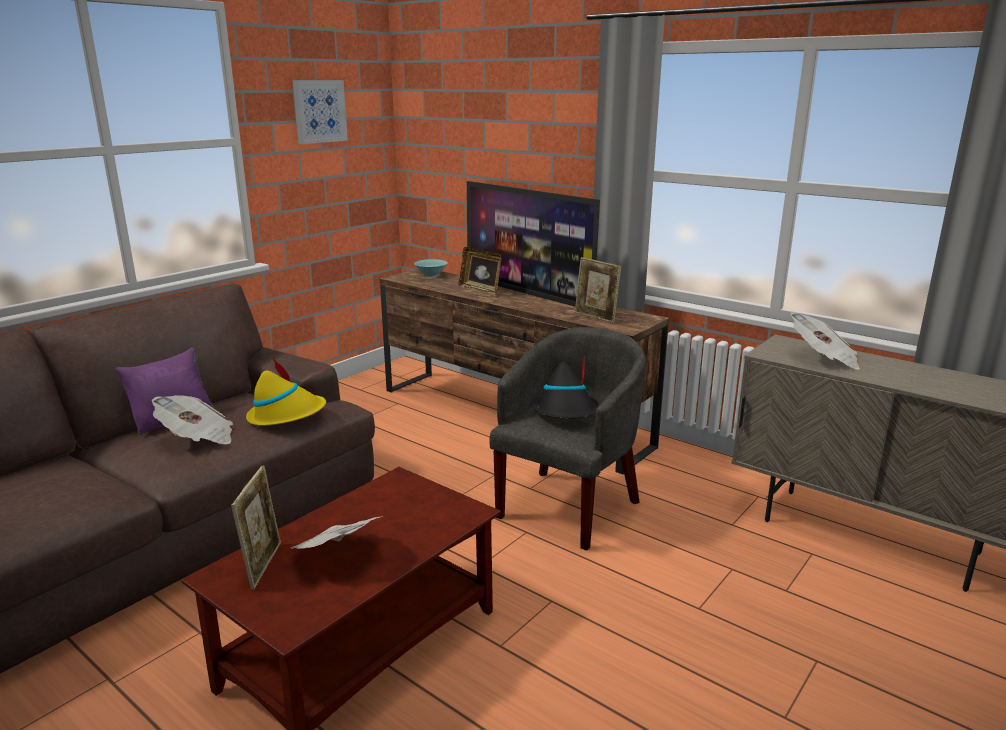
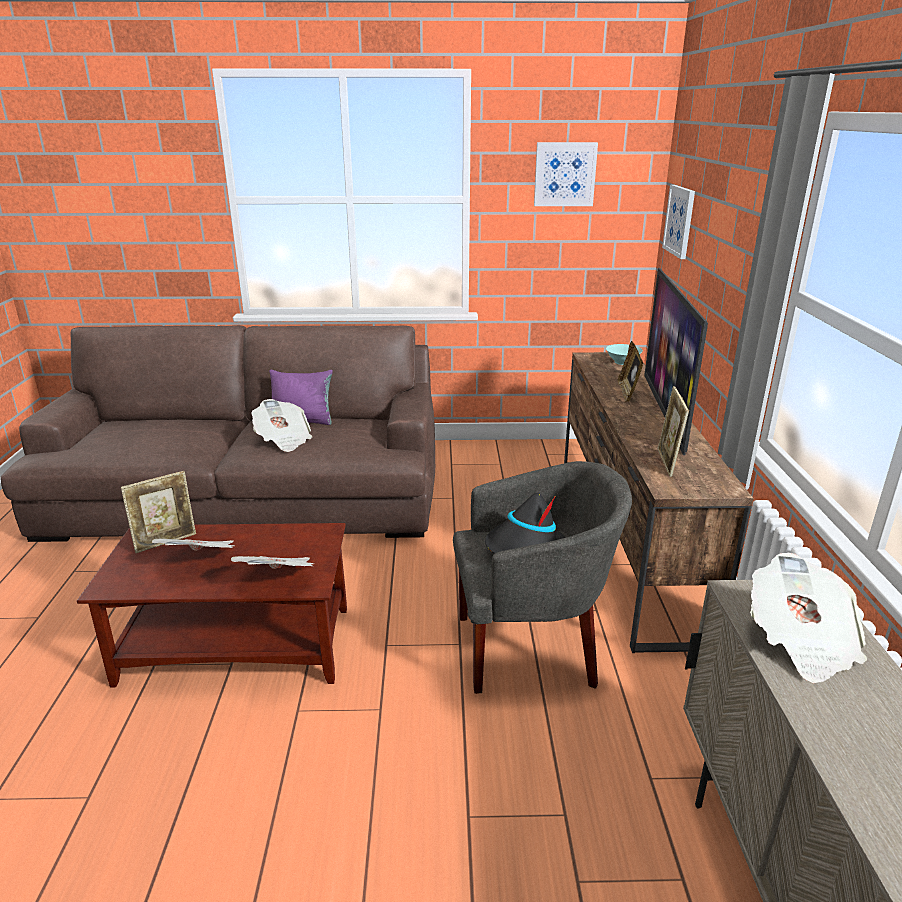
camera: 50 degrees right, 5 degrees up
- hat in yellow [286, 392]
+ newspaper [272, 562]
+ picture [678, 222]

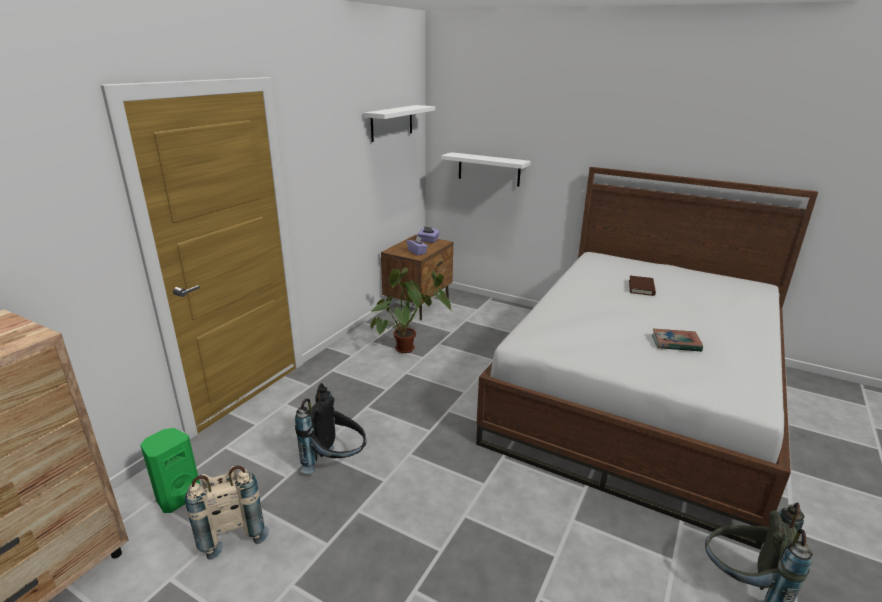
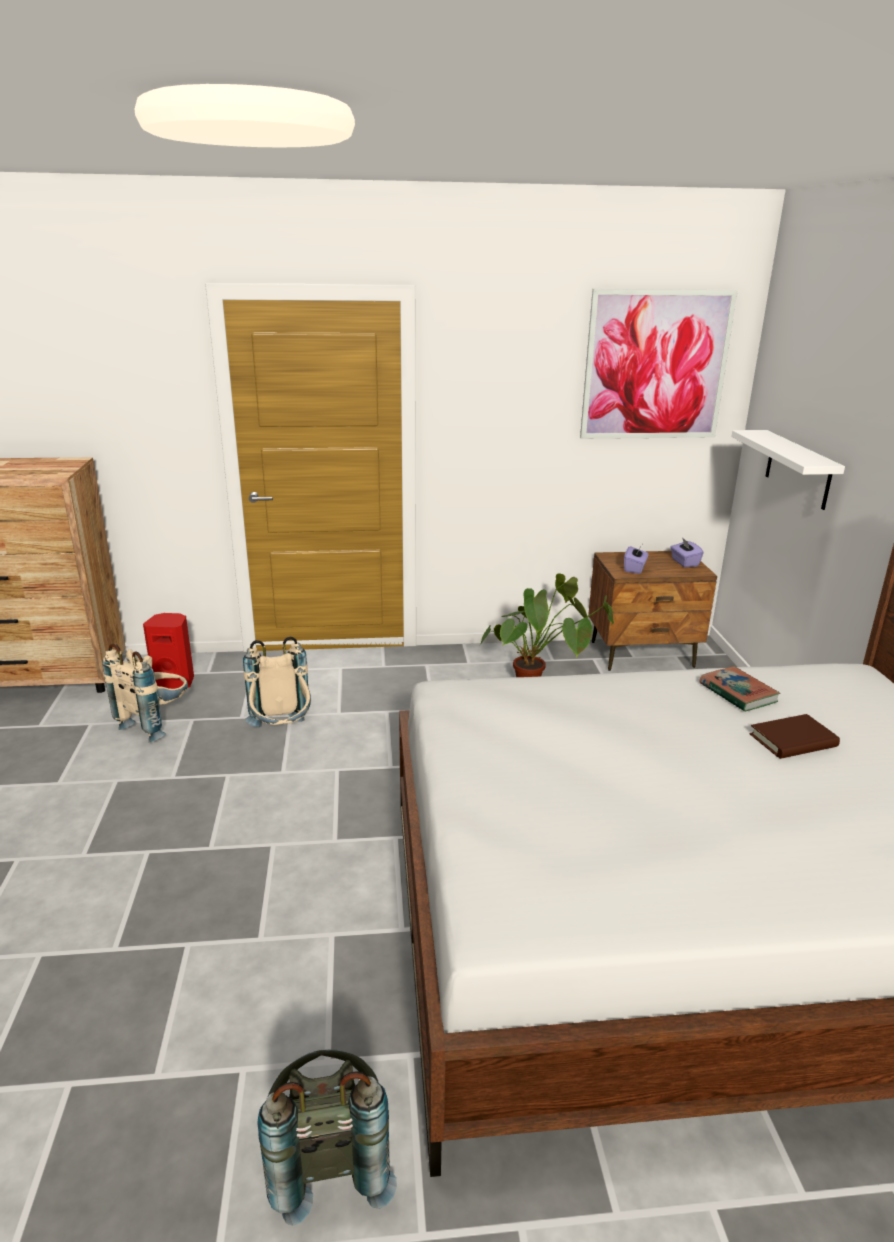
camera: 55 degrees right, 0 degrees up
~ book [677, 340] to [739, 689]
~ shelf in white [399, 123] to picture [659, 364]
~ speaker in green [170, 470] to speaker in red [168, 651]
~ backpack in black [331, 428] to backpack in beige [277, 682]

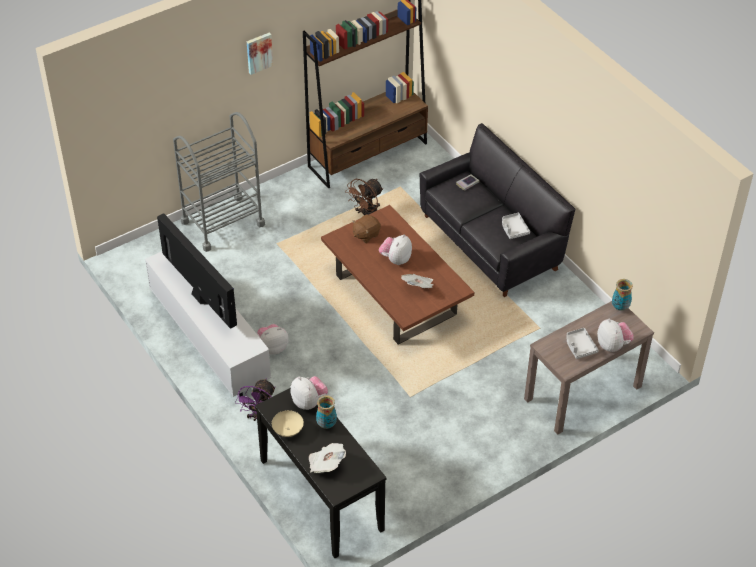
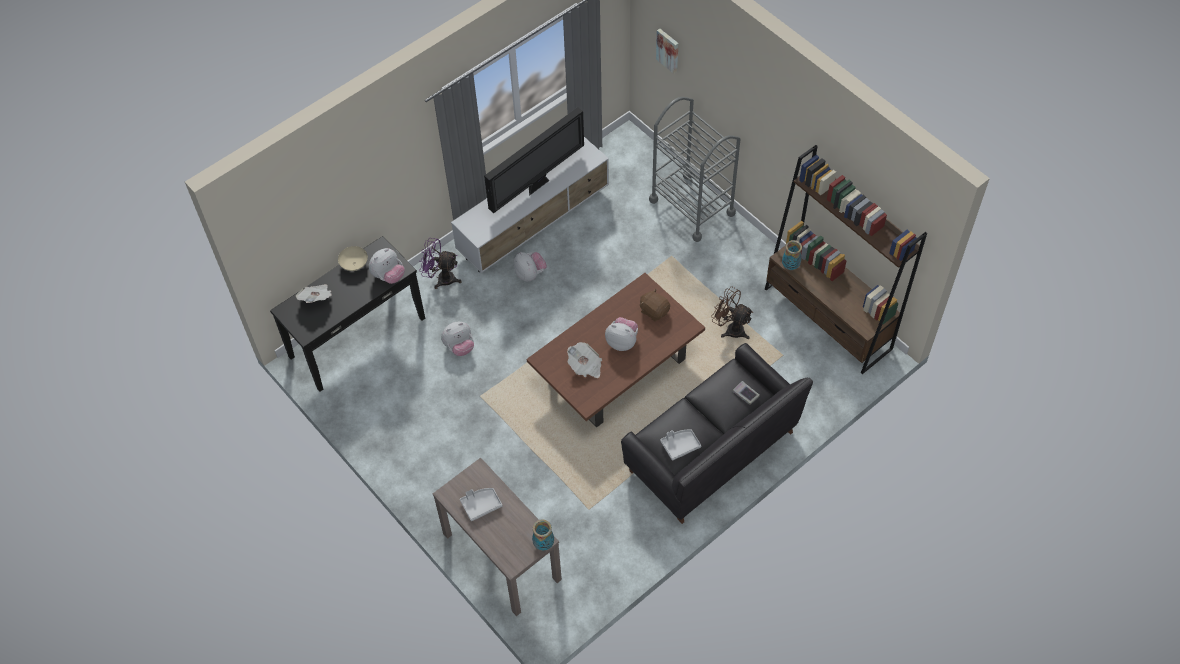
camera: 85 degrees right, 10 degrees up
~ picture [260, 54] to [667, 51]
~ vase [326, 412] to [792, 255]
~ plush toy [615, 335] to [457, 339]

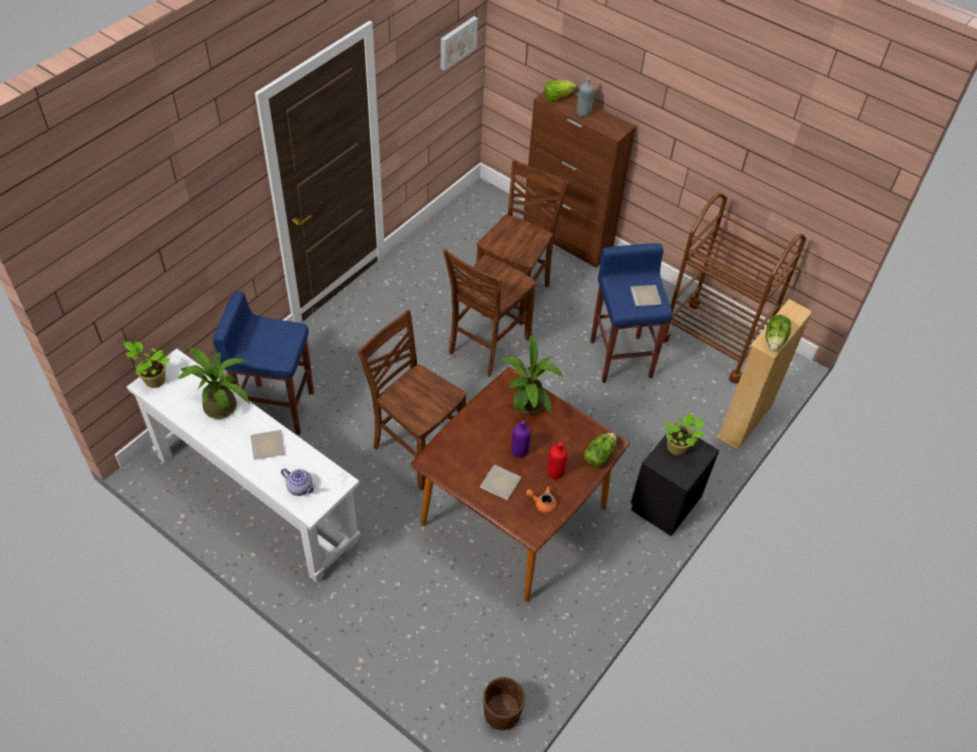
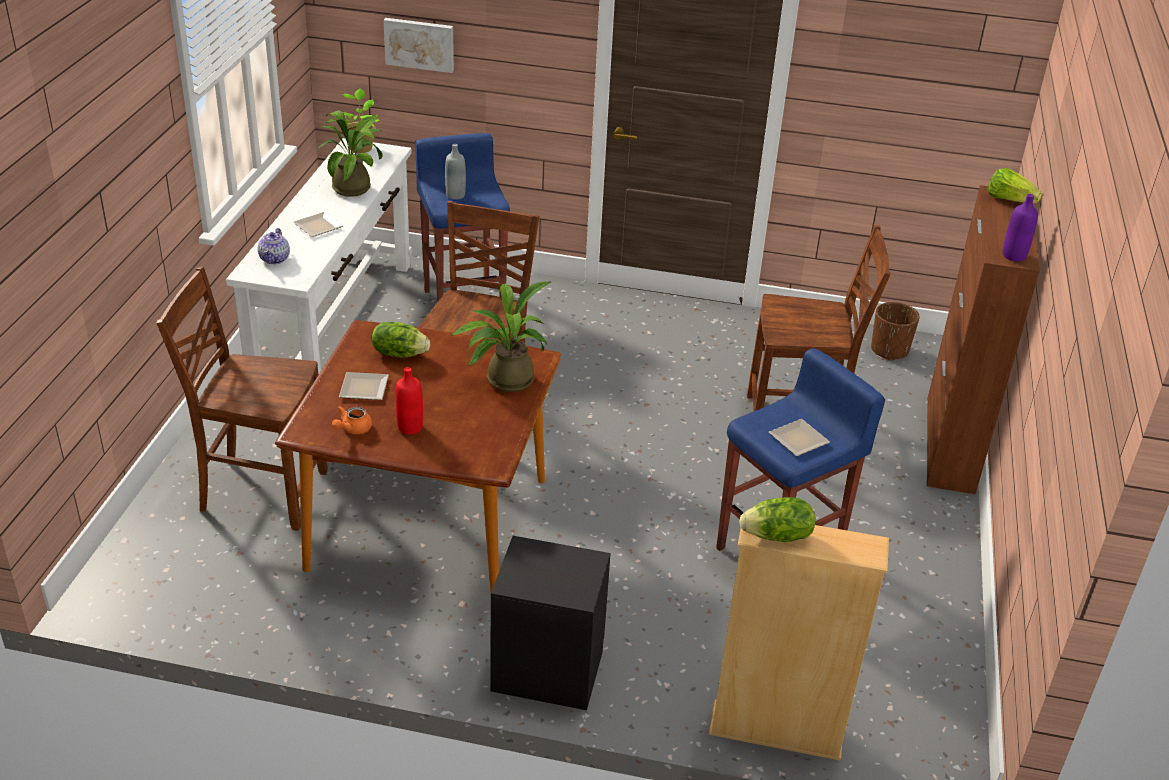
camera: 65 degrees right, 15 degrees down
- potted plant [683, 433]
- cart in brown [734, 288]
~ picture [459, 43] to [418, 45]
~ chair in brown [489, 313] to [242, 399]
~ planter in brown [504, 703] to [895, 331]
~ bottle in purple [521, 438] to [1020, 228]
~ bottle in grey [585, 97] to [455, 171]
~ lettuce [600, 450] to [401, 340]
~ teapot in orange [541, 499] = [352, 420] 135 degrees counterclockwise

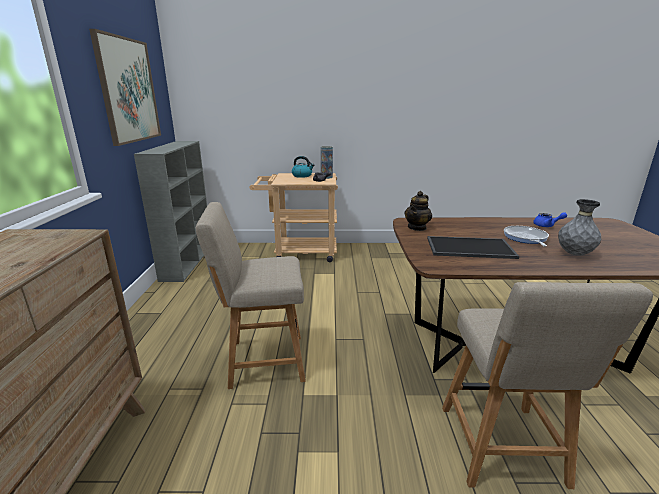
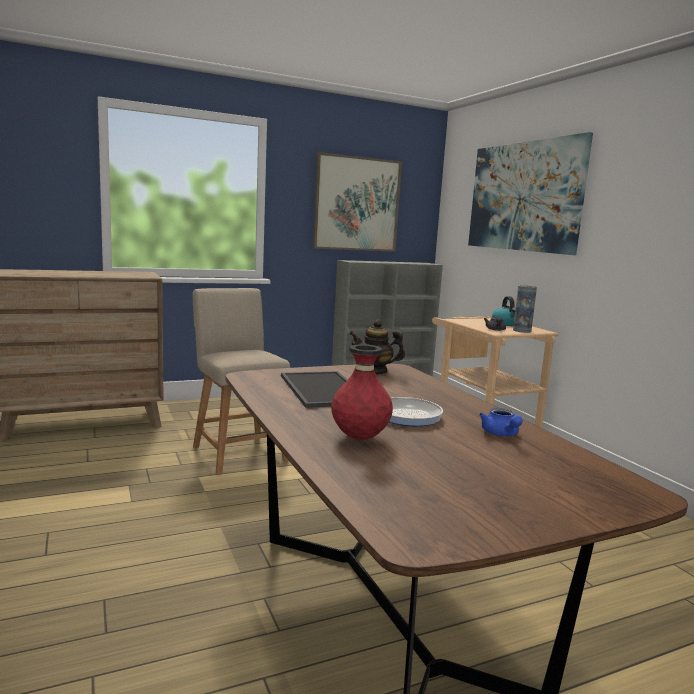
camera: 65 degrees right, 10 degrees down
- chair in beige [547, 385]
+ picture [530, 193]
~ vase in grey [579, 227] to vase in red [362, 392]

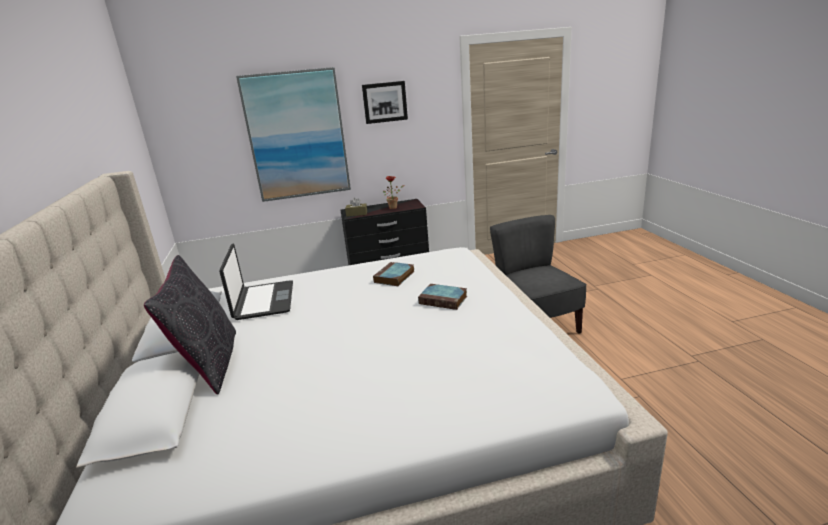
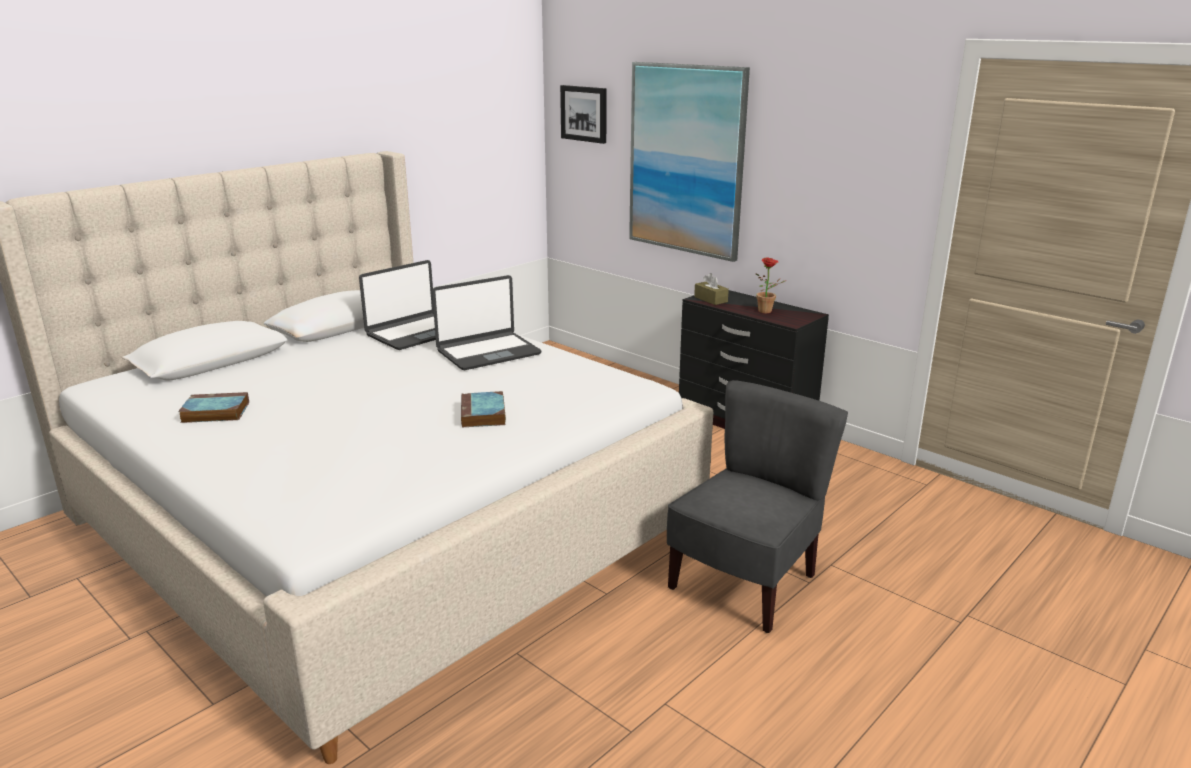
camera: 55 degrees right, 0 degrees up
- pillow in black [190, 325]
+ laptop [487, 322]
~ picture [385, 102] to [583, 114]
~ book [393, 274] to [213, 407]

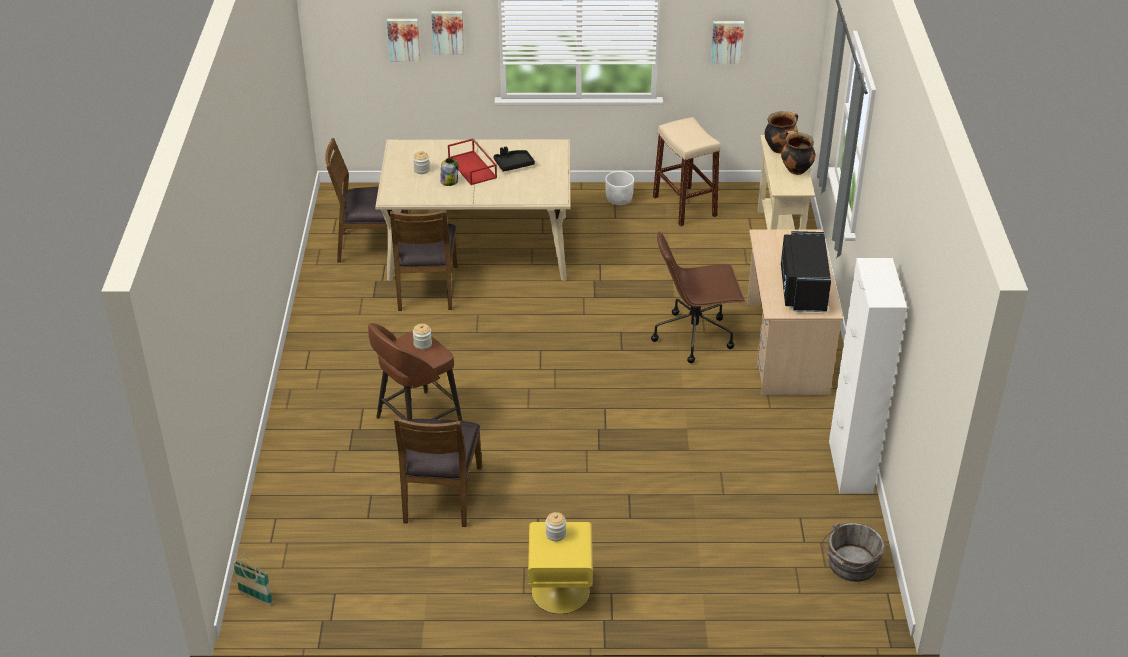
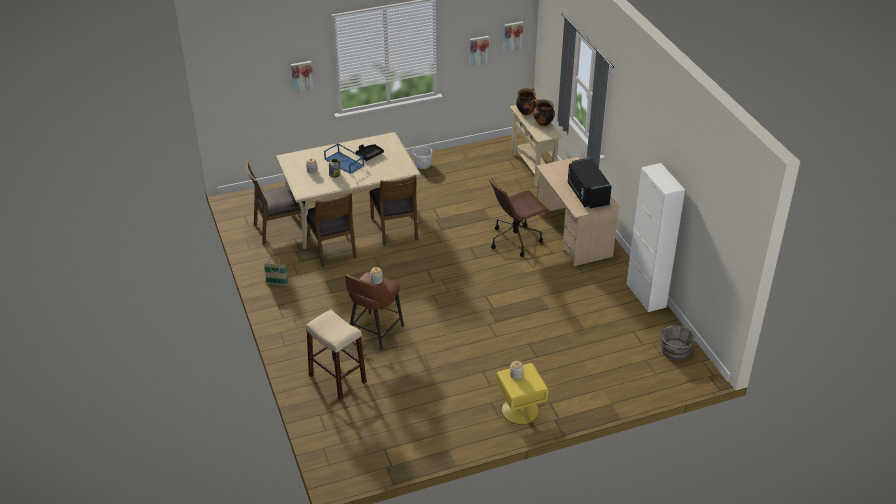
camera: 20 degrees left, 0 degrees up
~ basket [253, 579] to [276, 271]
~ picture [403, 40] to [513, 36]
~ chair in brown [438, 472] to [393, 210]
~ stool in beige [687, 171] to [336, 355]
~ tray in red [472, 161] to tray in blue [344, 158]

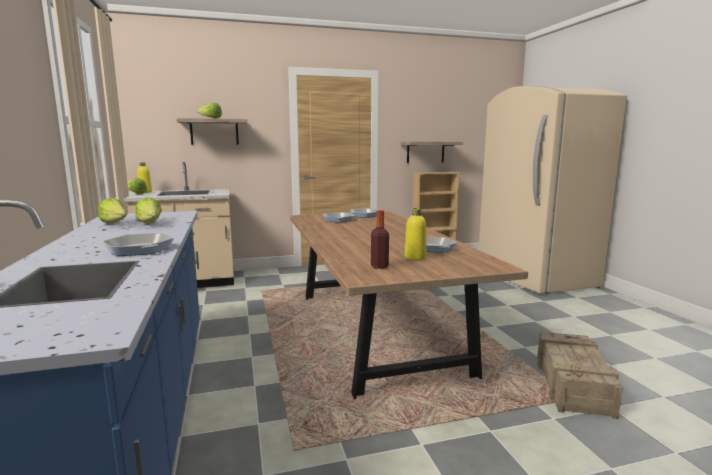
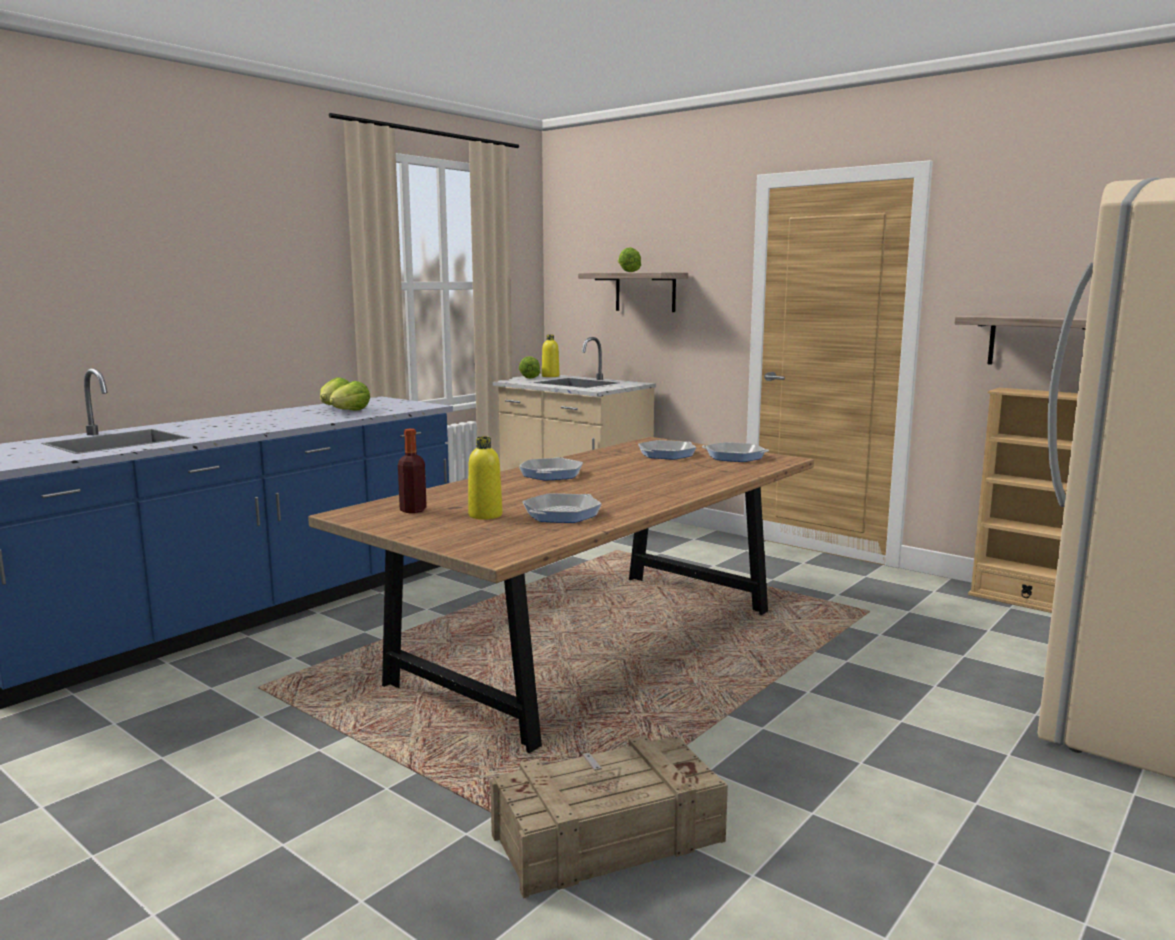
camera: 55 degrees right, 0 degrees up
~ frying pan [138, 244] to [551, 469]

